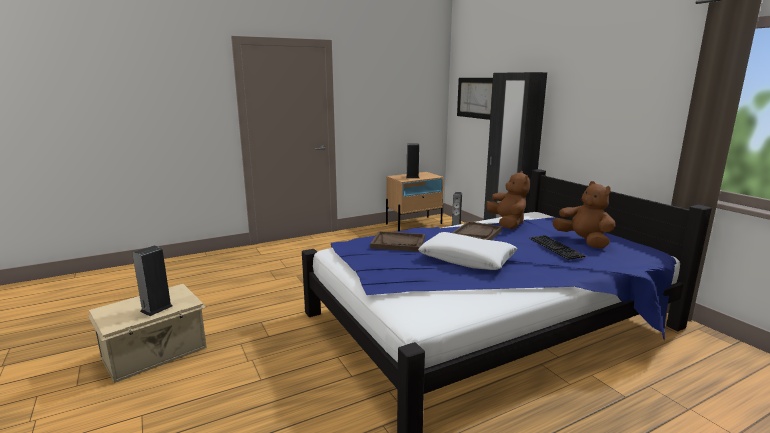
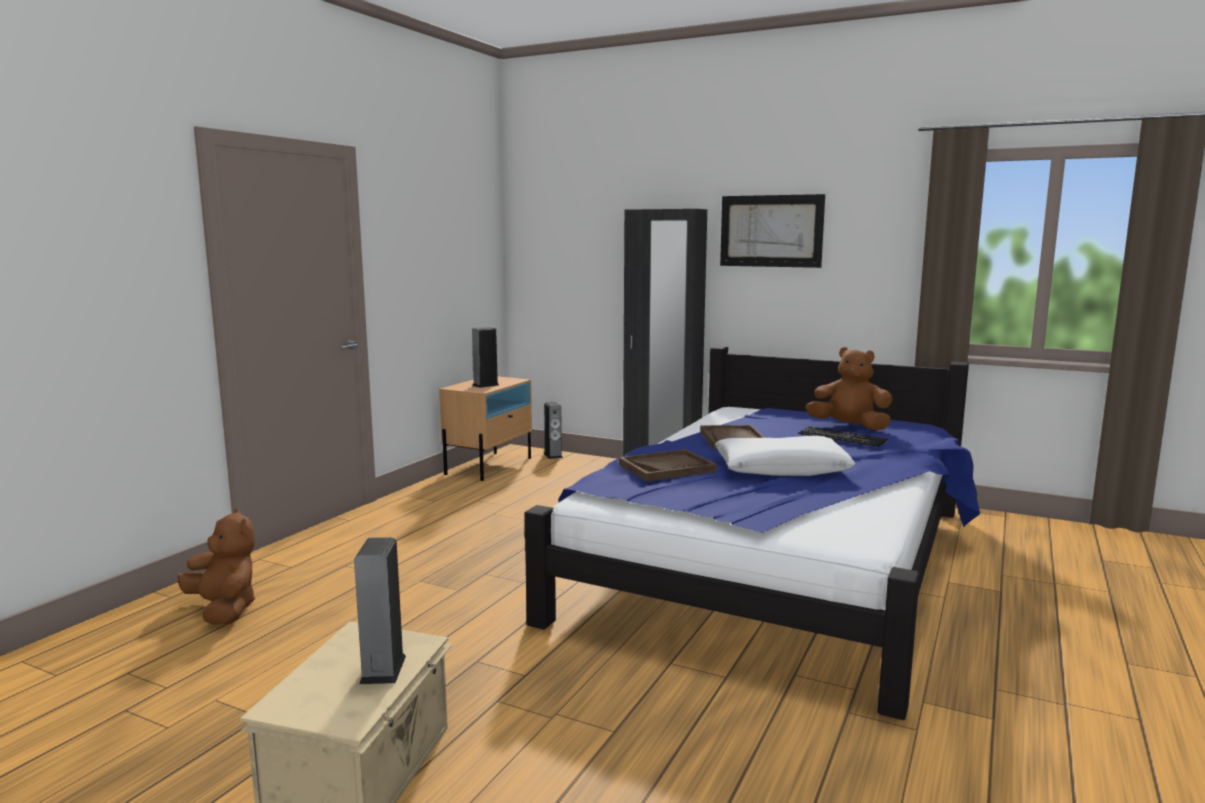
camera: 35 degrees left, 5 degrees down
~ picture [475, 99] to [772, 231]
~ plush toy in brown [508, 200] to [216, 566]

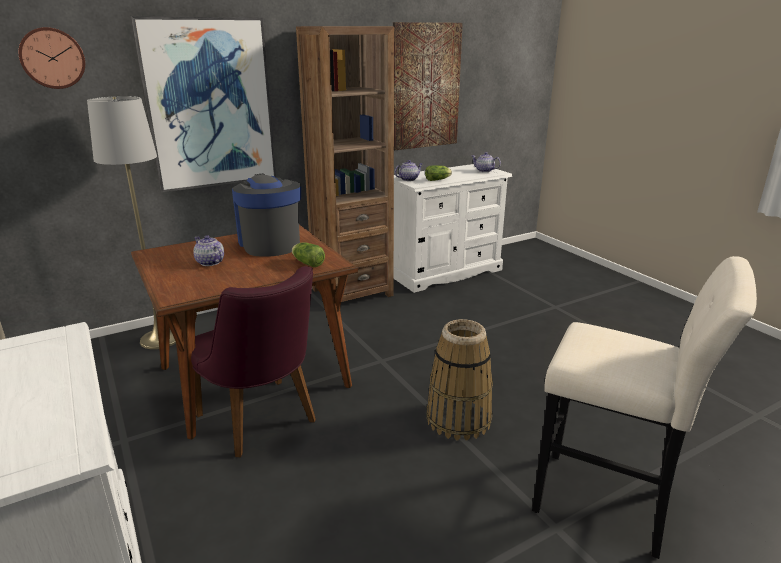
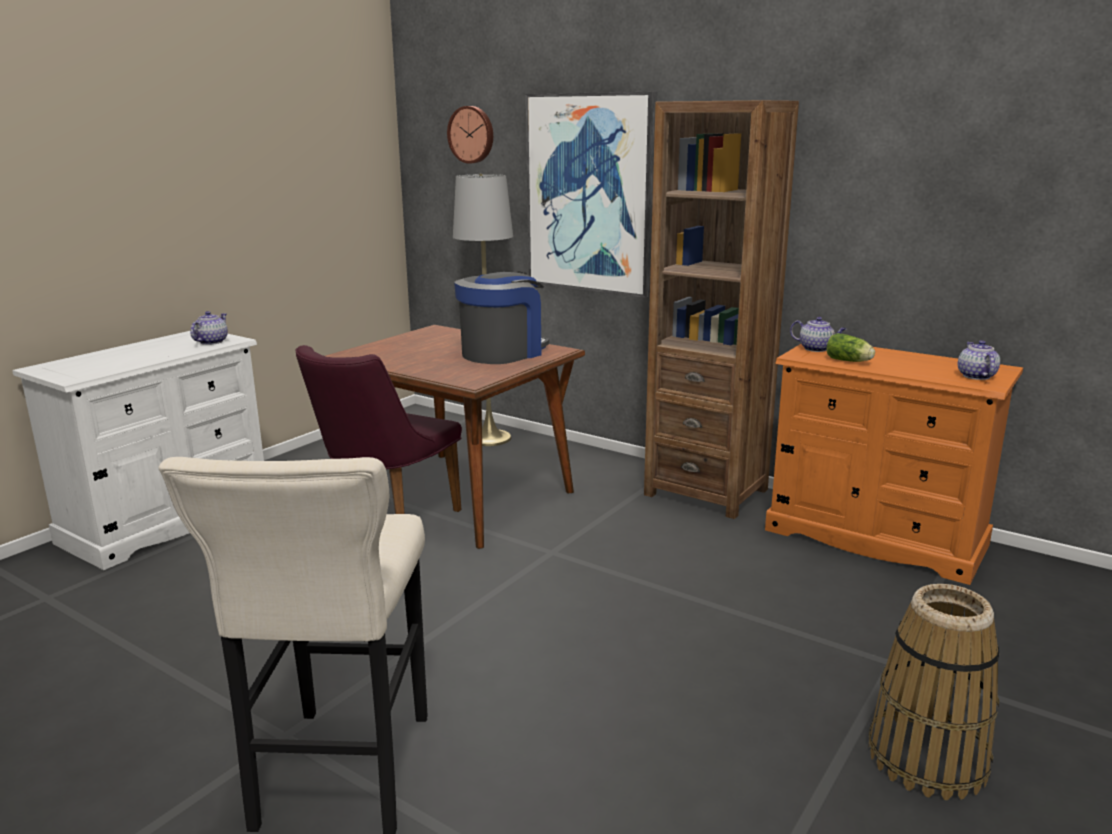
camera: 65 degrees right, 5 degrees down
- lettuce [308, 254]
- picture [428, 86]
~ teapot [208, 250] to [209, 328]
~ basket [459, 380] to [934, 692]
~ dresser in white [453, 228] to dresser in orange [894, 464]

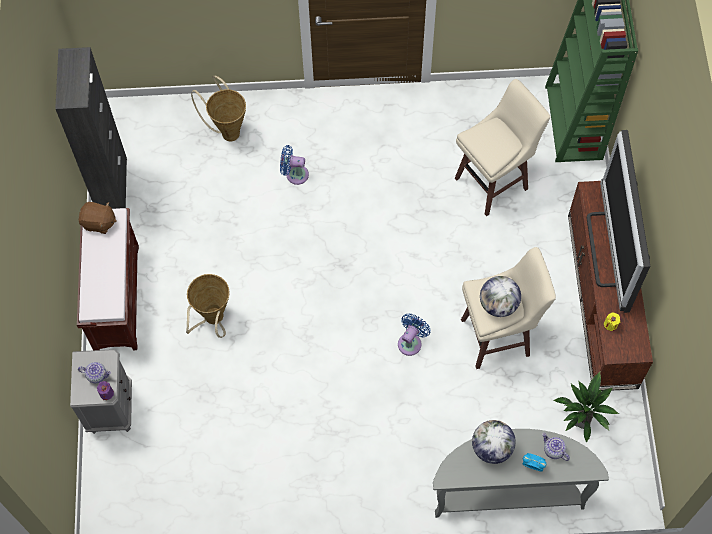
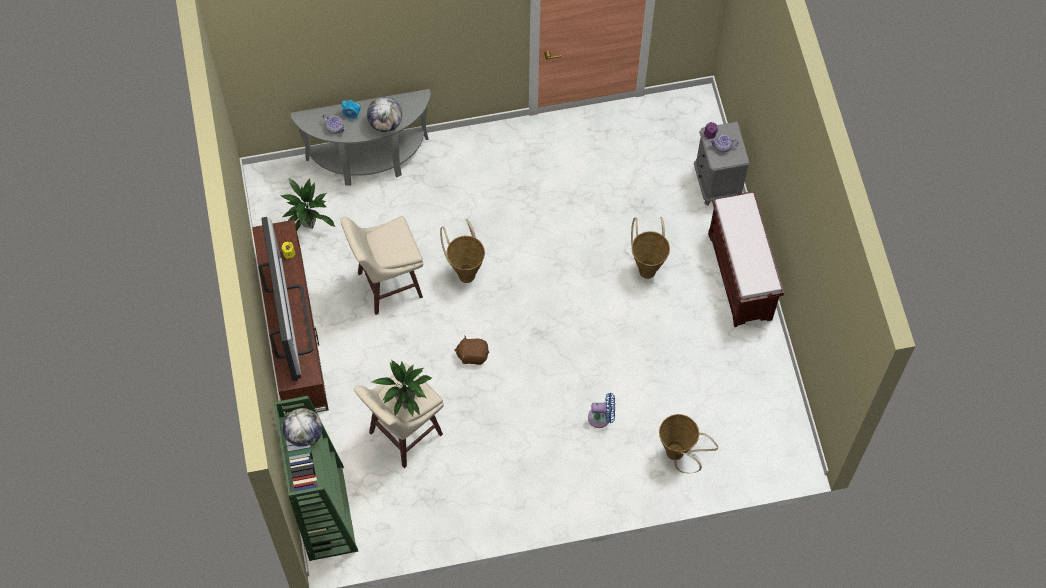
camera: 170 degrees right, 0 degrees up
- cabinet in black [91, 128]
+ potted plant [401, 388]
~ plush toy in brown [98, 218] to [471, 350]
~ globe [500, 296] to [302, 427]
~ fan in blue [414, 334] to basket [462, 251]

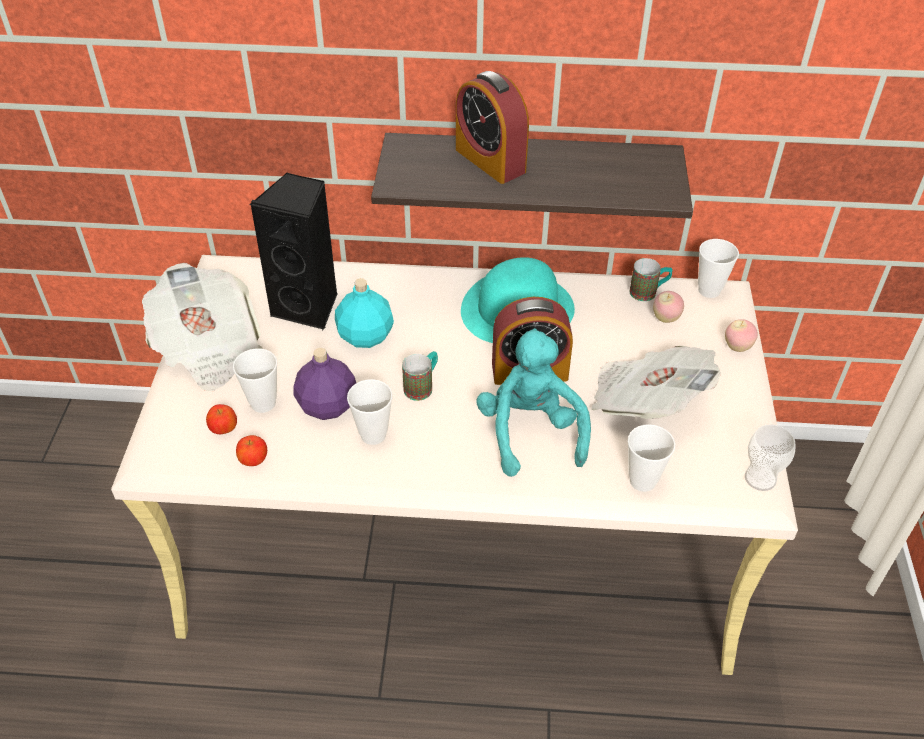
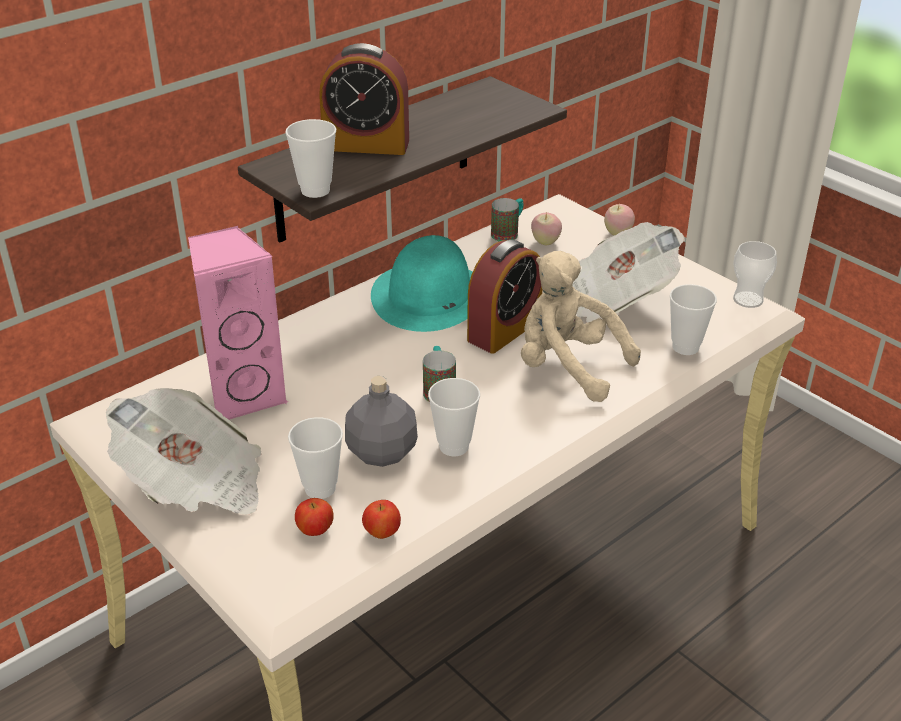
camera: 45 degrees left, 10 degrees down
- bottle in turquoise [364, 313]
~ cup [718, 268] to [310, 158]
~ speaker in black [293, 251] to speaker in pink [238, 323]
~ bottle in purple [325, 384] to bottle in grey [381, 421]
~ plush toy in turquoise [533, 402] to plush toy in beige [581, 326]

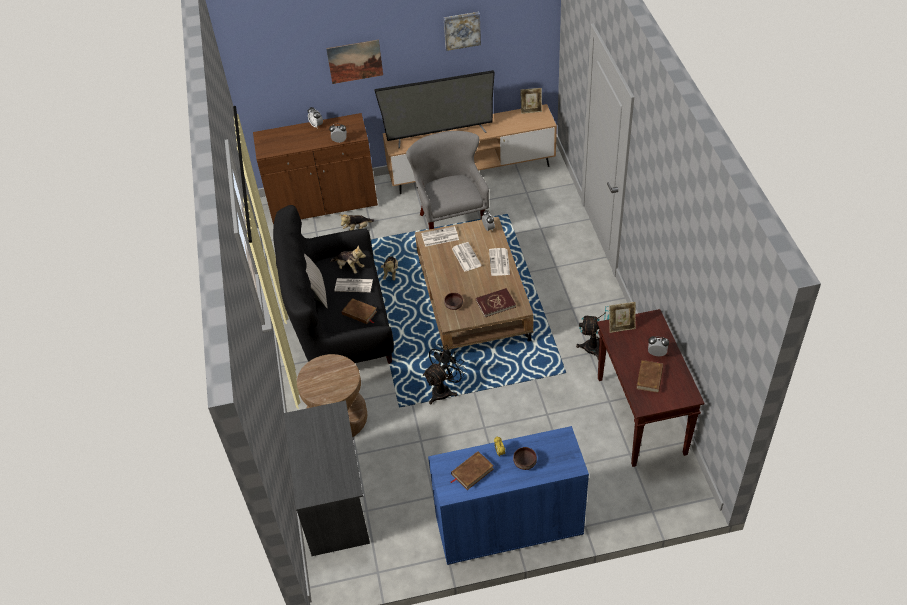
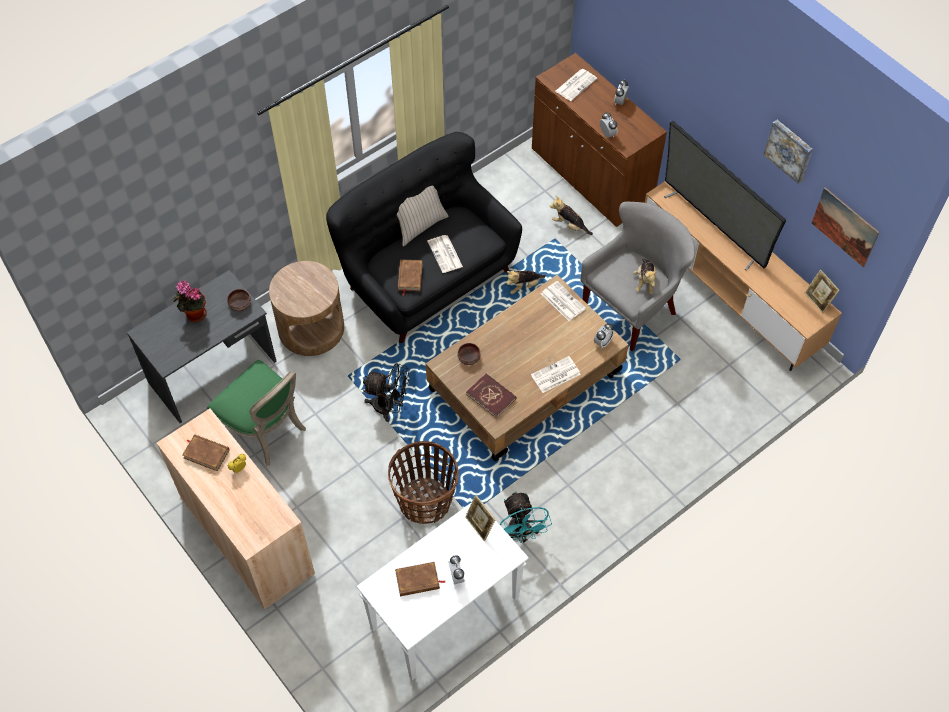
camera: 60 degrees right, 10 degrees up
+ potted plant [189, 301]
+ chair in green [256, 413]
+ basket [423, 482]
~ picture [354, 61] to [845, 227]
~ plush toy [348, 259] to [645, 276]
~ newspaper [467, 257] to [576, 85]
~ bowl in brown [525, 458] to [239, 300]
~ cabinet in blue [508, 495] to cabinet in beige [236, 509]
~ console table in brown [651, 388] to console table in white [443, 591]

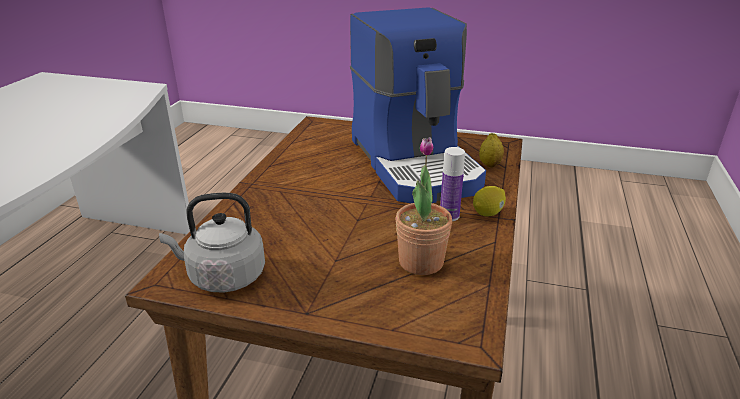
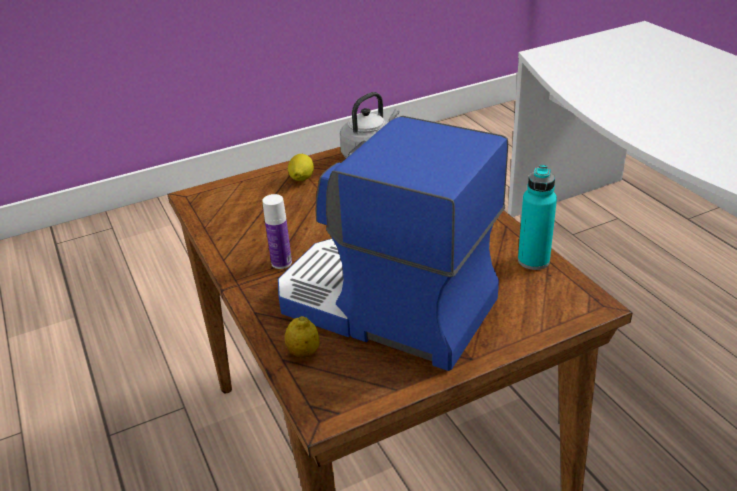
camera: 140 degrees right, 5 degrees up
- potted plant [424, 206]
+ bottle in turquoise [537, 217]
~ lemon [489, 201] to [301, 167]

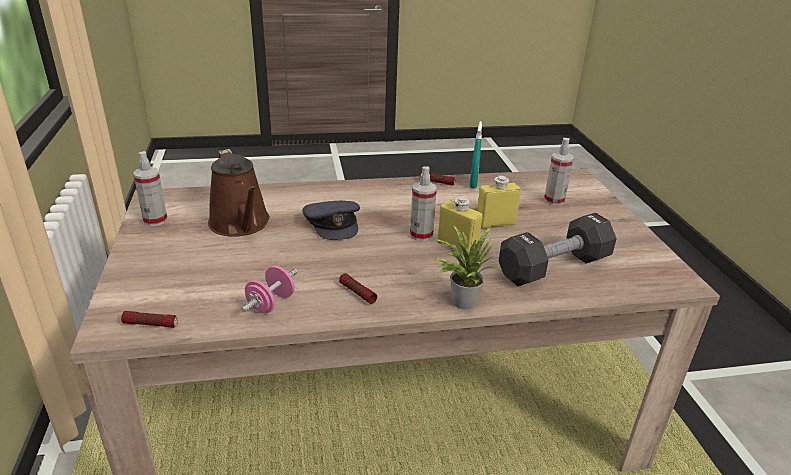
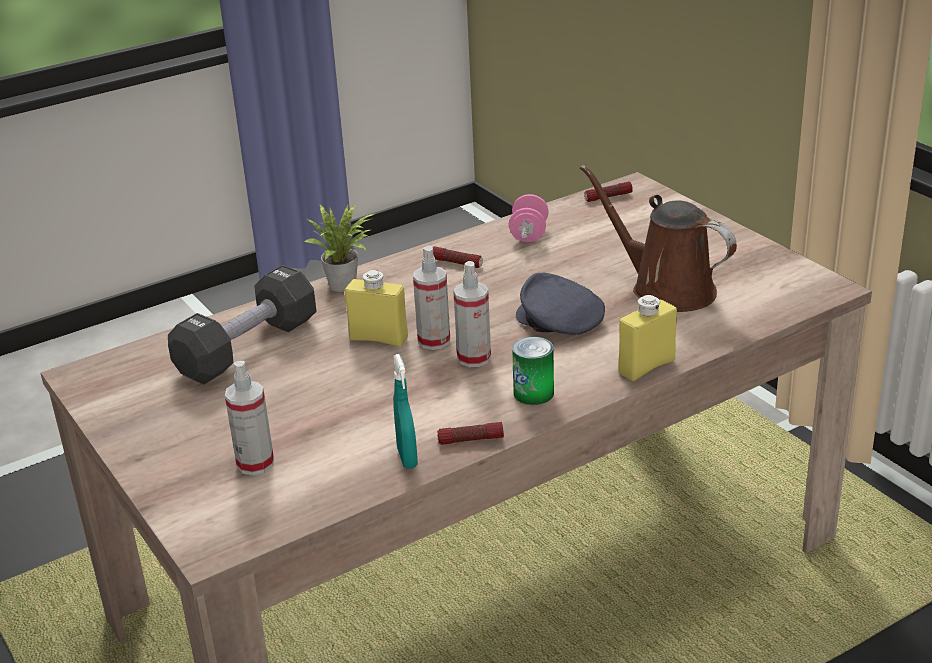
camera: 160 degrees right, 0 degrees up
+ can [533, 371]
~ spray bottle [150, 188] to [472, 314]
~ bottle in yellow [499, 202] to [647, 338]

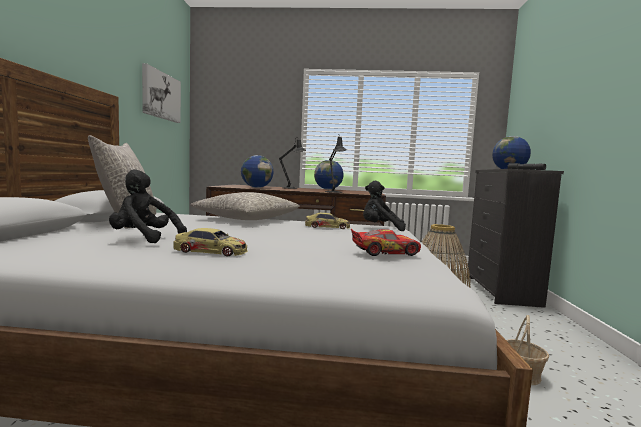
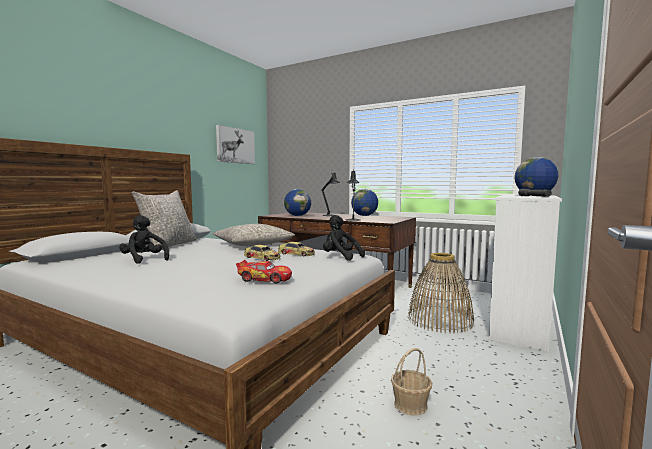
camera: 25 degrees right, 0 degrees up
~ toy car [210, 242] to [262, 253]
~ dresser in black [515, 238] to dresser in white [525, 273]

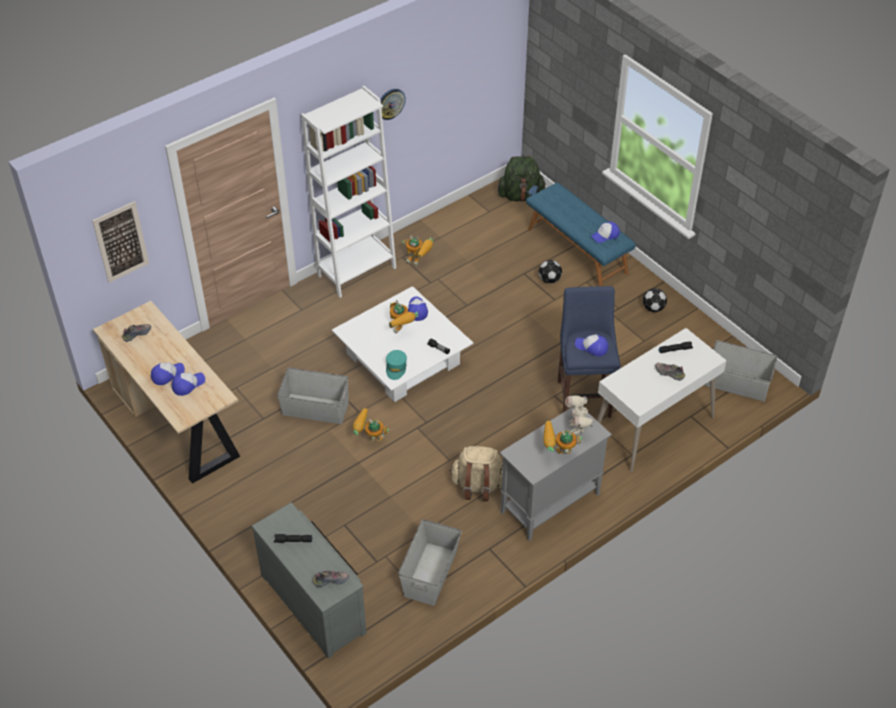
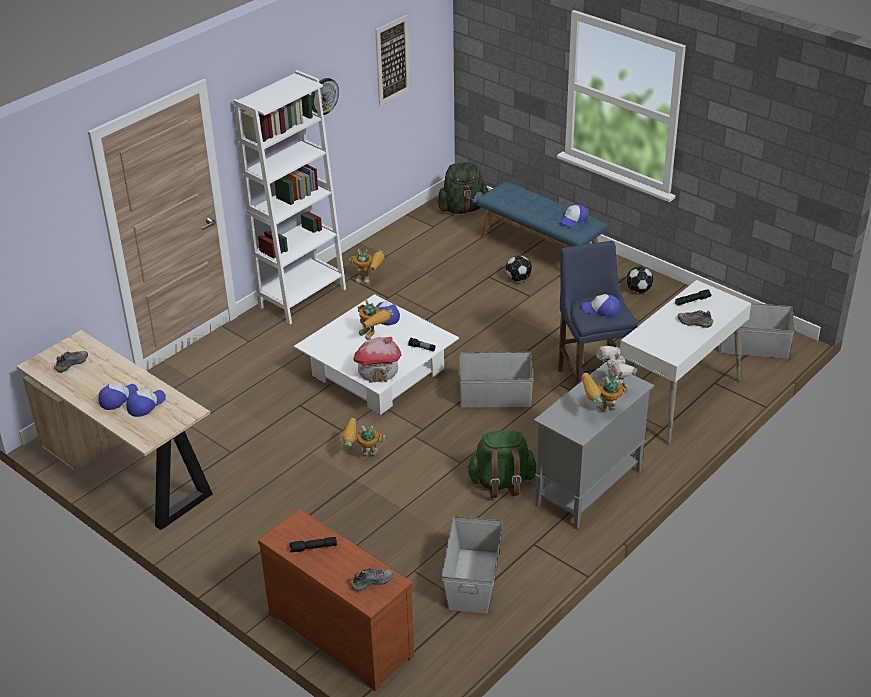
camera: 10 degrees left, 10 degrees down
~ picture [120, 242] to [392, 60]
~ storage box in grey [313, 396] to [495, 380]
~ cap in turquoise [396, 365] to toy house [377, 360]
~ dresser in grey [309, 580] to dresser in brown [336, 600]
~ backpack in beige [476, 473] to backpack in green [501, 464]

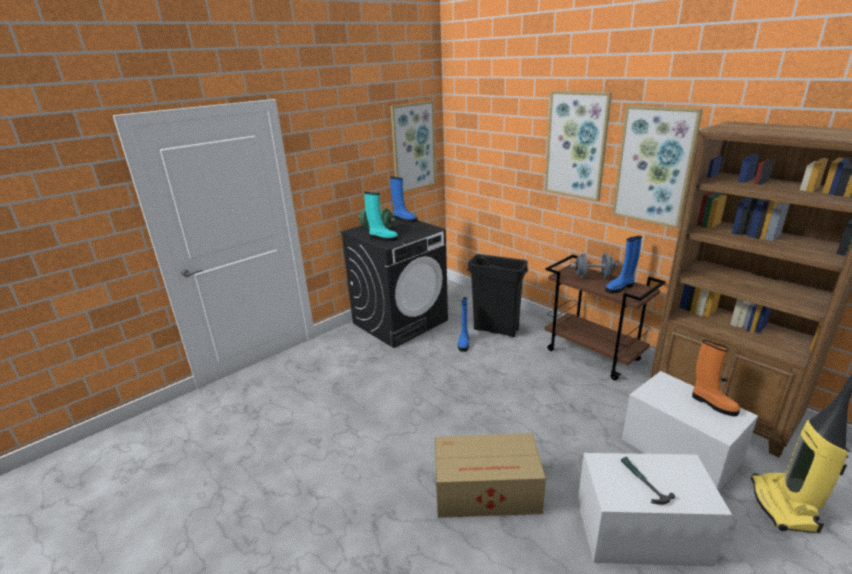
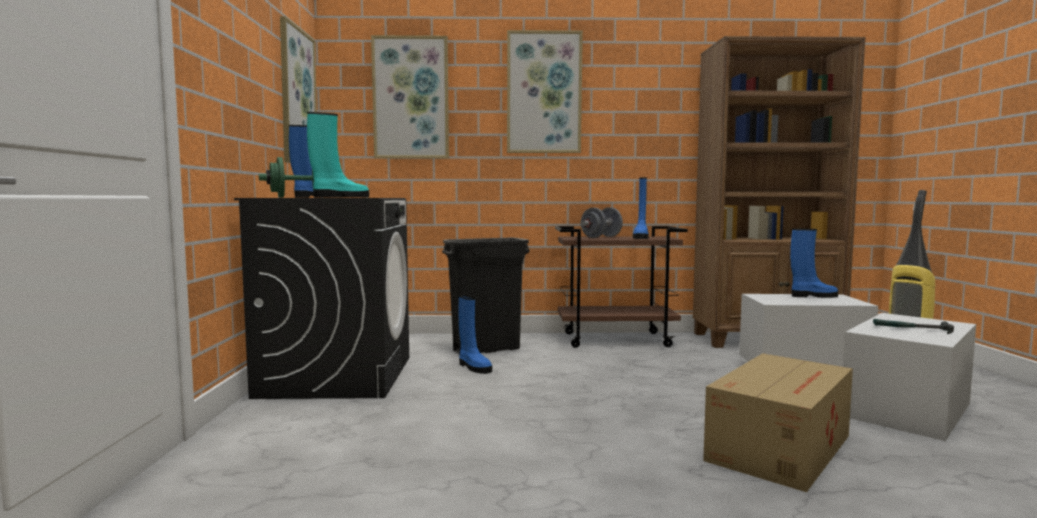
camera: 50 degrees left, 20 degrees down
~ picture [657, 166] to [410, 96]
~ boot in orange [716, 378] to boot in blue [814, 263]

